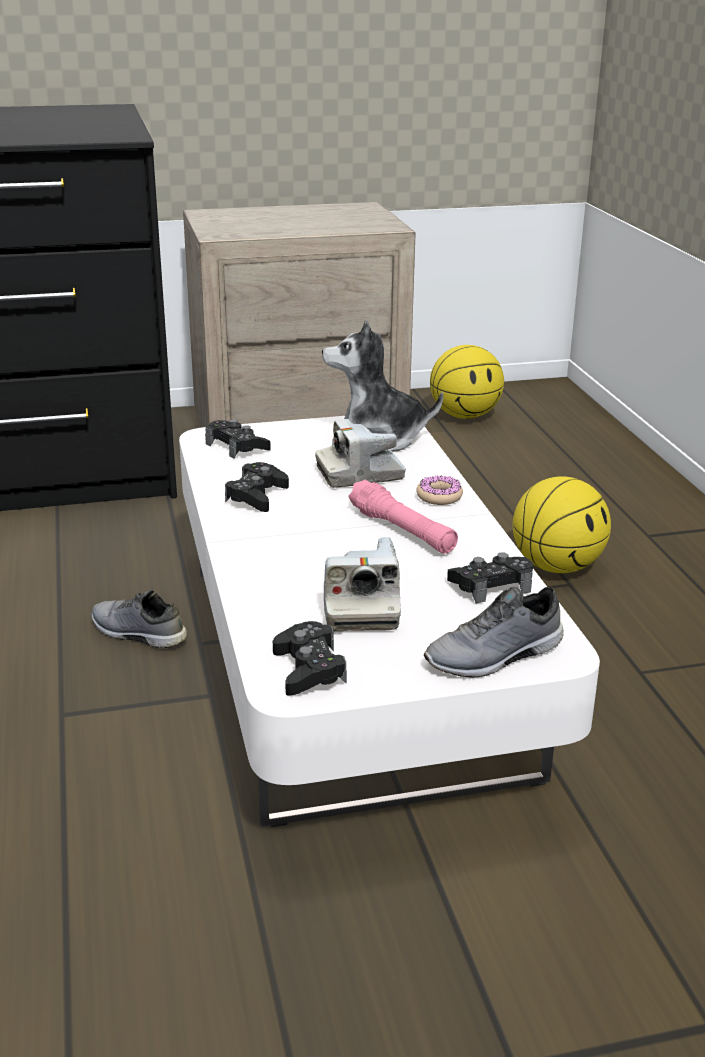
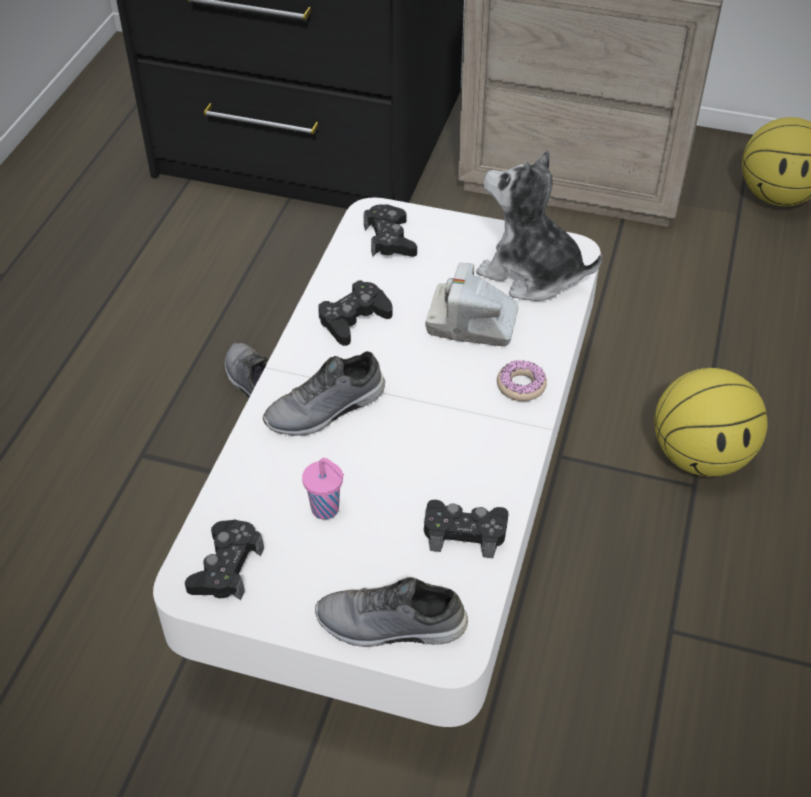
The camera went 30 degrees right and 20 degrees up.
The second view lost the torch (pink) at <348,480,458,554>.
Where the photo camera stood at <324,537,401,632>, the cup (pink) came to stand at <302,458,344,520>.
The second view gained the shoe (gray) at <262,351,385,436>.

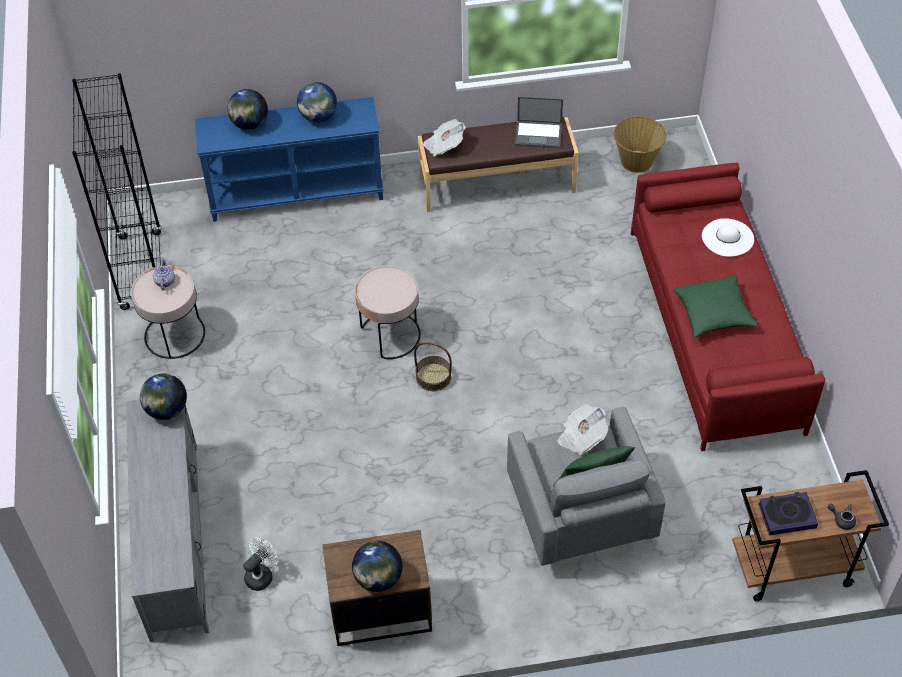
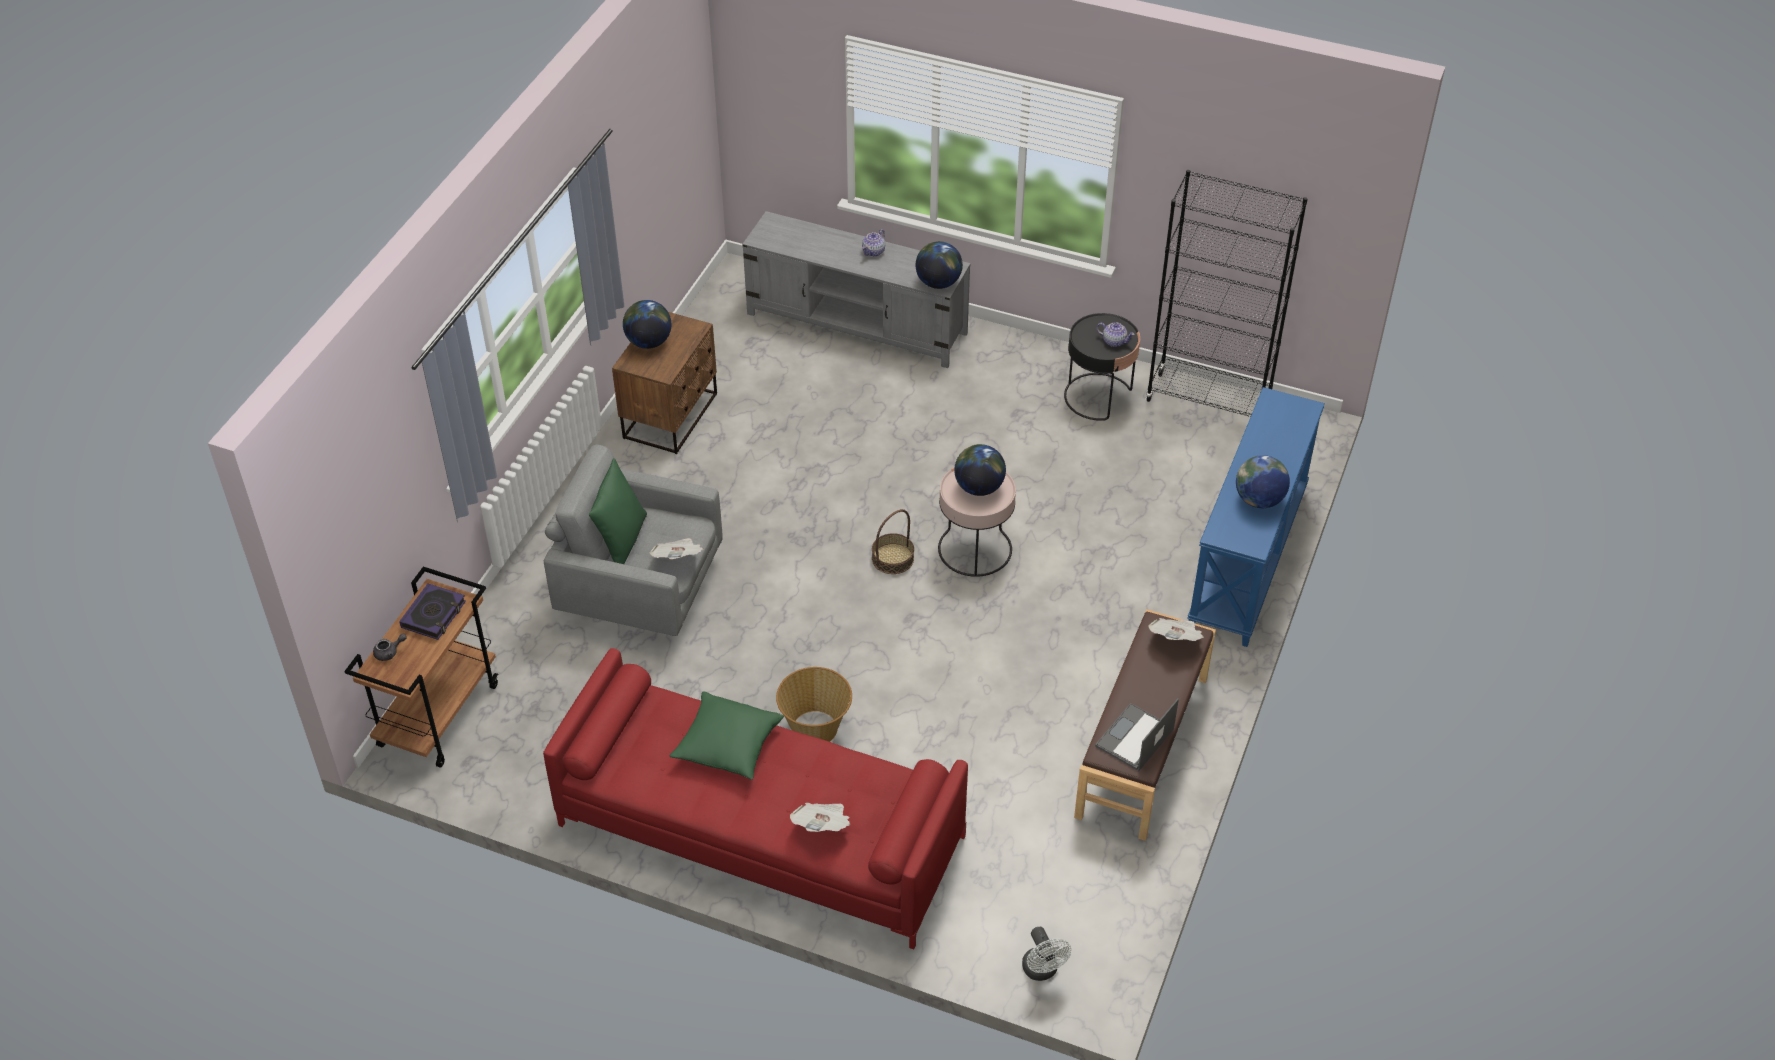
The camera went 120 degrees right and 5 degrees down.
The desk globe ended up elsewhere, having gone from <227,89,268,130> to <954,444,1006,496>.
The household basket ended up elsewhere, having gone from <613,116,666,173> to <776,667,852,742>.
Where the hat (white-coloured) stood at <702,218,754,257>, the daily paper came to stand at <790,803,850,832>.
What was the end table (pink) at <131,265,205,359> turned into the end table (black-coloured) at <1064,313,1140,421>.
The electric fan (white-coloured) ended up elsewhere, having gone from <243,537,279,591> to <1022,927,1071,981>.
The second view gained the tea pot at <862,229,885,257>.

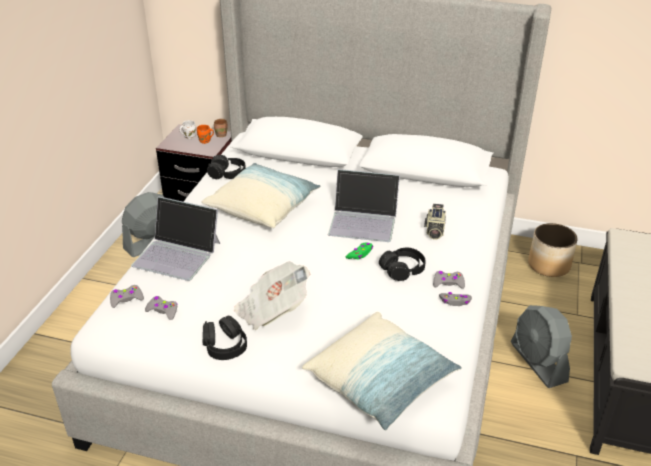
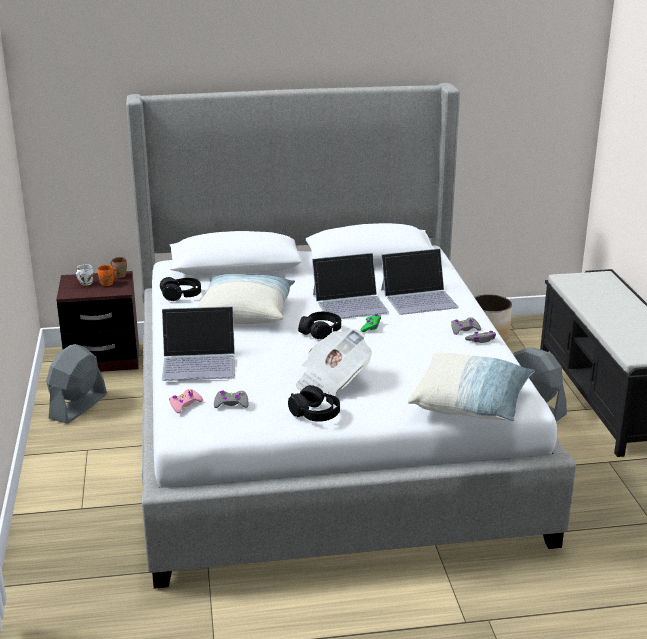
The camera went 25 degrees left and 10 degrees down.
Where the photo camera stood at <424,204,446,240>, the laptop came to stand at <381,249,459,315>.
The pair of headphones (black-coloured) ended up elsewhere, having gone from <379,248,426,281> to <298,312,341,339>.
What was the gamepad (gray) at <110,285,144,308> turned into the gamepad (pink) at <169,389,203,413>.

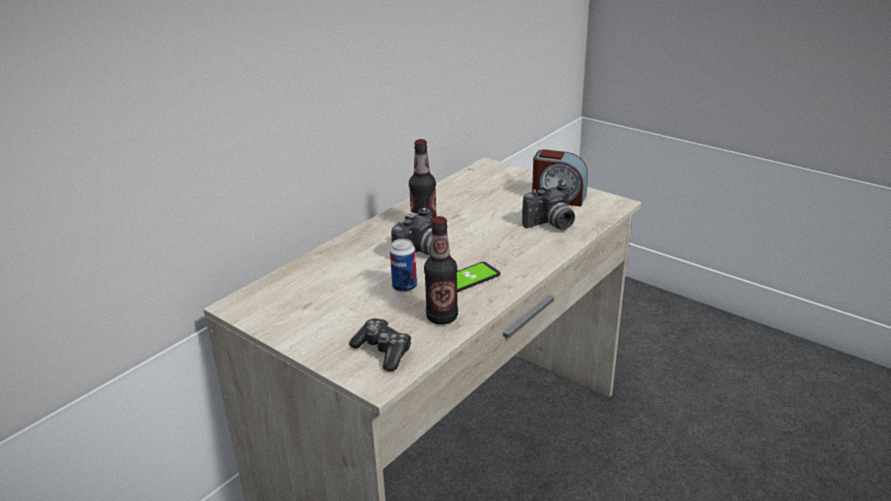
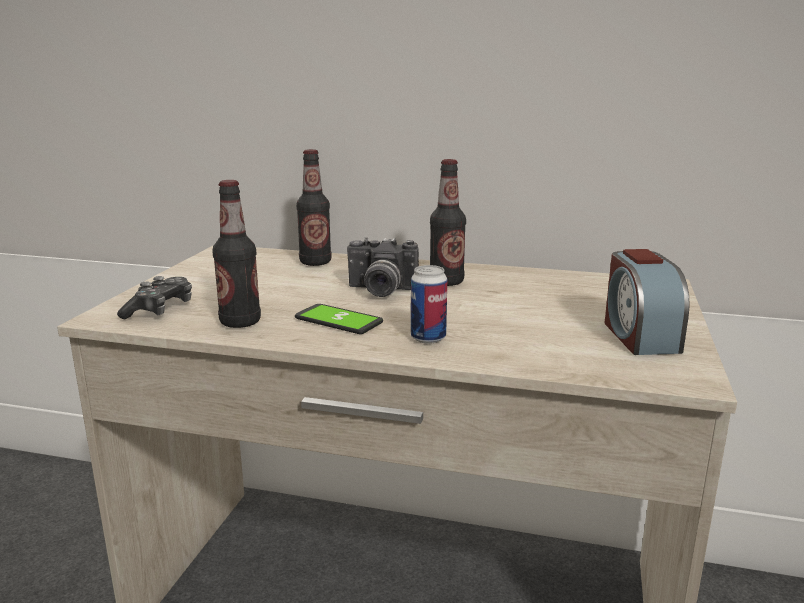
The camera went 65 degrees right and 10 degrees down.
The second view lost the photo camera at <522,183,575,229>.
The metal can ended up elsewhere, having gone from <390,239,417,292> to <411,265,447,344>.
The second view gained the bottle at <296,149,332,266>.

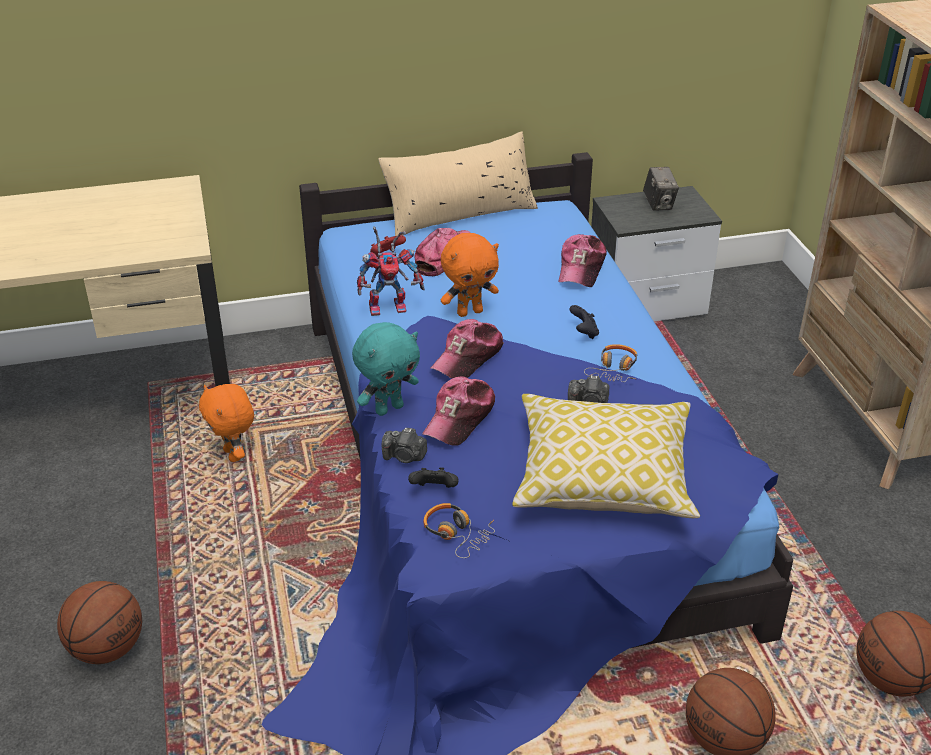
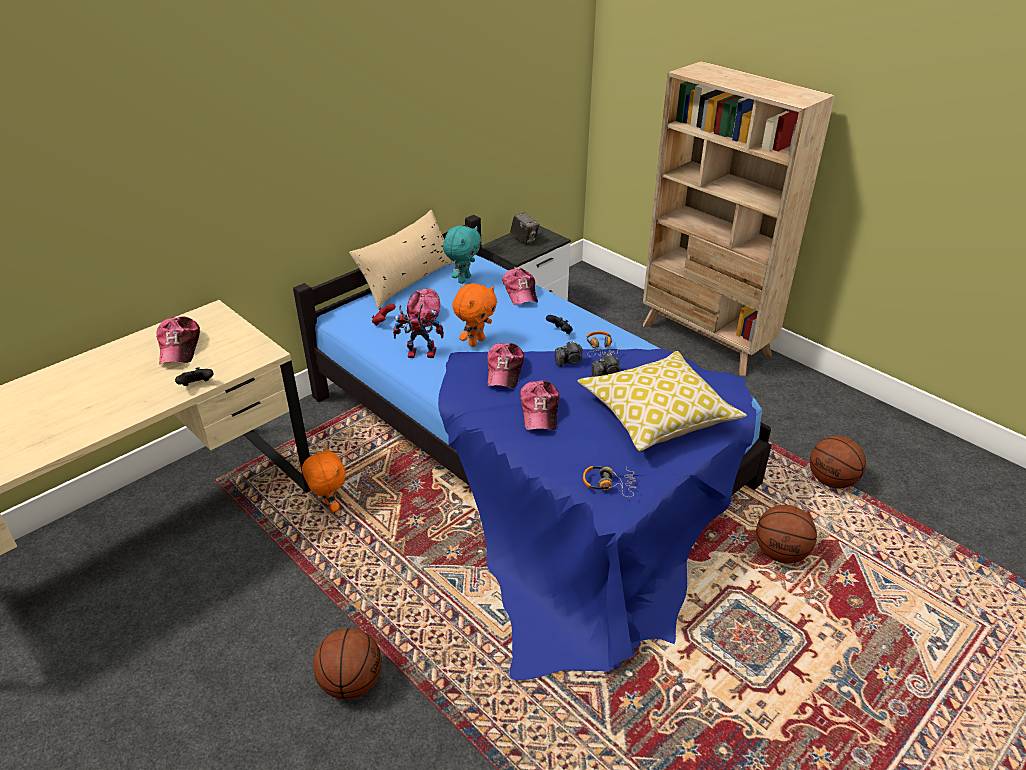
The camera went 30 degrees left and 0 degrees up.
The model robot at <357,227,425,316> ended up facing another way, 135 degrees counterclockwise from before.
The plush toy (turquoise-coloured) ended up elsewhere, having gone from <352,322,420,416> to <443,226,481,284>.
The plush toy (orange) at <199,384,254,462> ended up facing another way, 150 degrees counterclockwise from before.
The photo camera ended up elsewhere, having gone from <381,428,427,463> to <555,341,583,367>.
The gamepad (black-coloured) ended up elsewhere, having gone from <408,467,458,488> to <175,367,214,386>.
The second view gained the baseball cap at <156,317,200,365>.

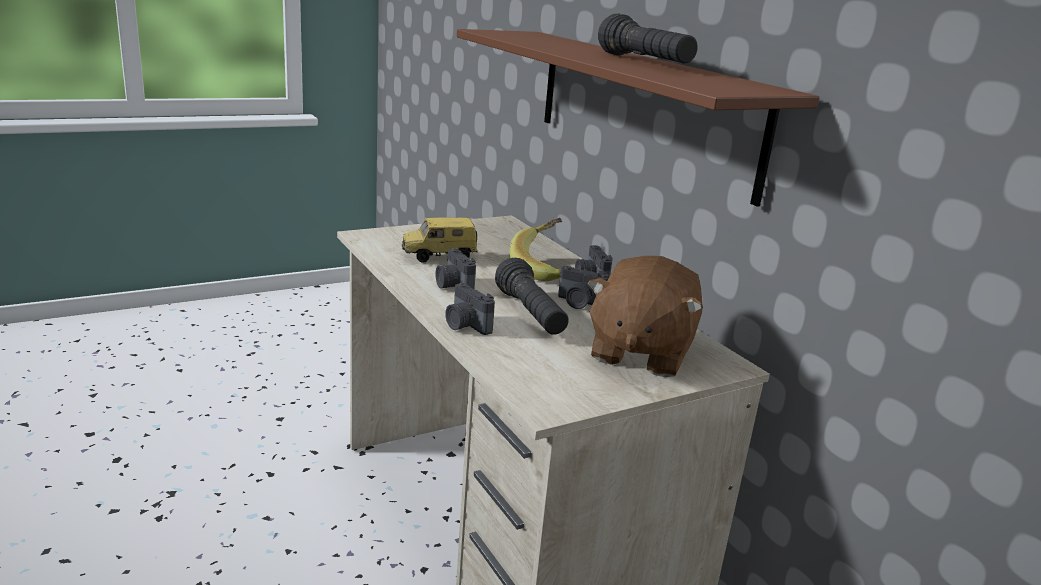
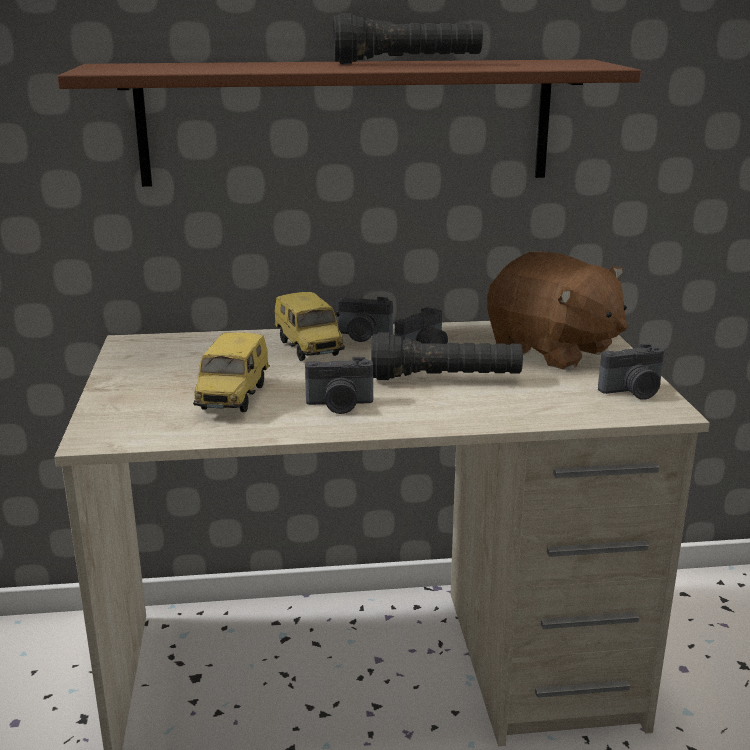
The camera went 65 degrees left and 0 degrees up.
Where the banana stood at <509,218,562,281>, the model car came to stand at <274,292,345,361>.
The photo camera ended up elsewhere, having gone from <445,283,495,335> to <598,343,664,400>.

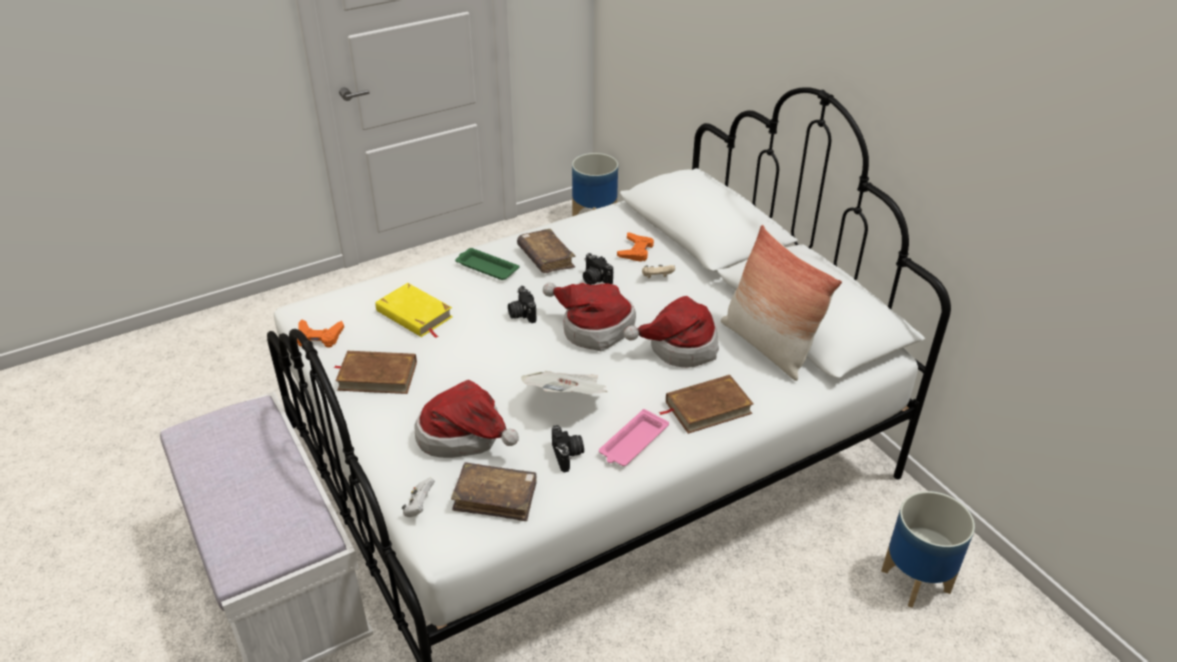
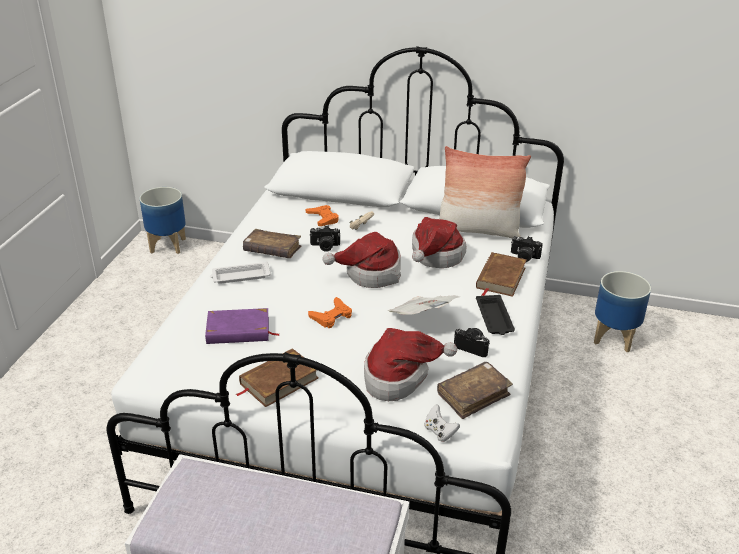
The camera went 45 degrees left and 5 degrees down.
What was the carrying tray (green-coloured) at <455,248,520,280> turned into the carrying tray (white-coloured) at <210,261,271,284>.
What was the book (yellowish) at <375,283,453,338> turned into the book (purple) at <205,308,280,344>.
The photo camera ended up elsewhere, having gone from <508,286,537,323> to <511,236,543,262>.
The gamepad (orange) ended up elsewhere, having gone from <297,320,344,348> to <308,297,352,328>.
What was the carrying tray (pink) at <599,409,669,466> turned into the carrying tray (black-coloured) at <476,295,515,335>.

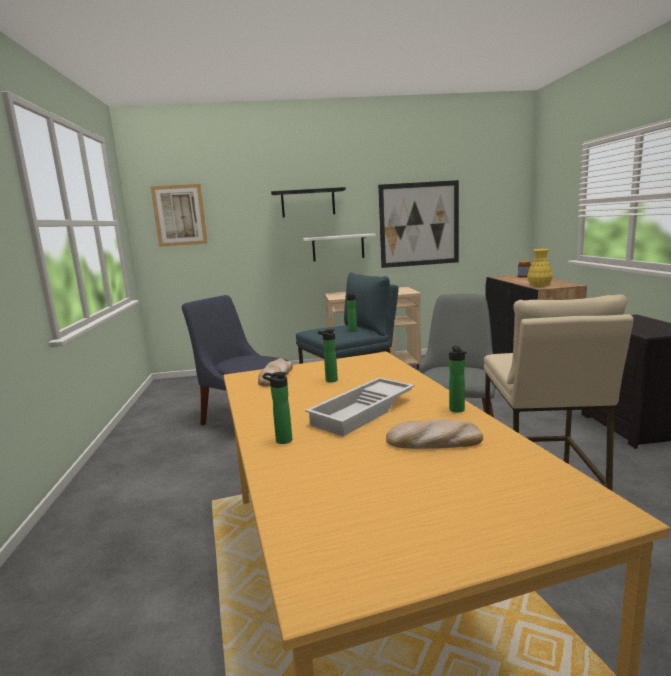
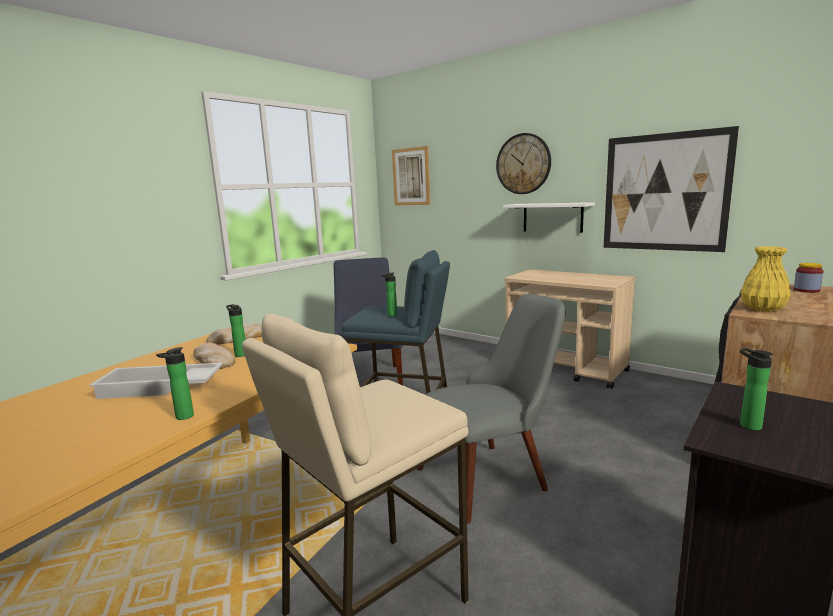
The camera went 45 degrees right and 0 degrees up.
Where the bracket shelf (black-coloured) hung at <271,187,346,217>, the hanging clock came to hang at <496,133,551,194>.
The bottle ended up elsewhere, having gone from <262,372,292,444> to <740,348,773,430>.
The bakery bread ended up elsewhere, having gone from <386,419,483,449> to <193,342,235,369>.

